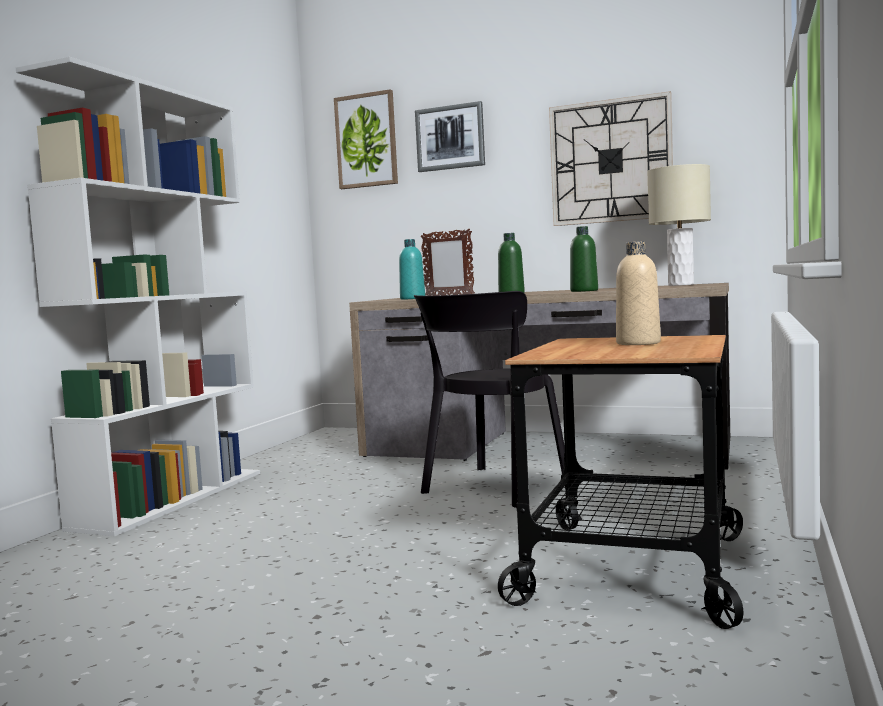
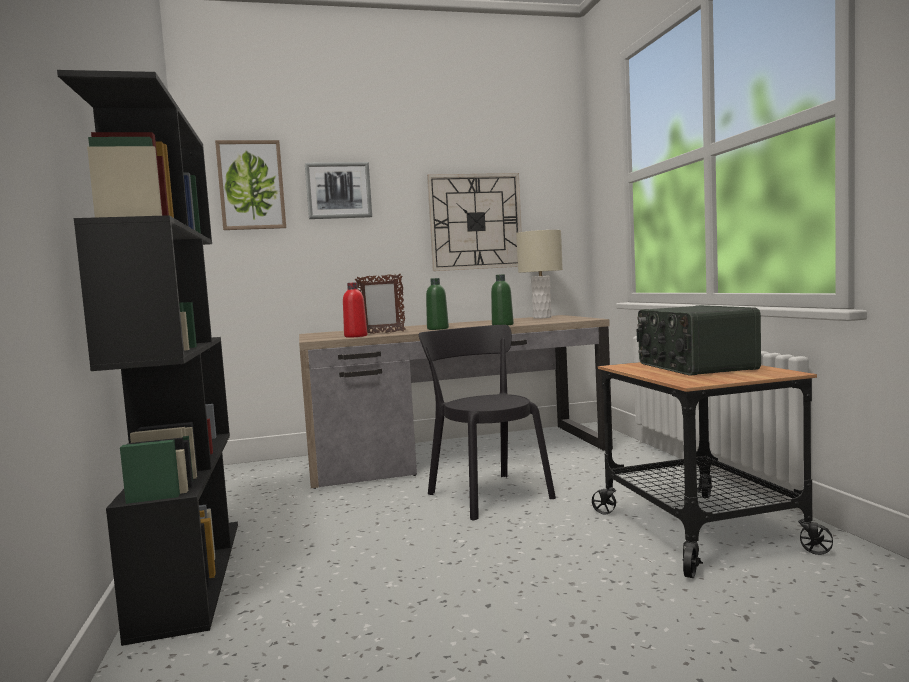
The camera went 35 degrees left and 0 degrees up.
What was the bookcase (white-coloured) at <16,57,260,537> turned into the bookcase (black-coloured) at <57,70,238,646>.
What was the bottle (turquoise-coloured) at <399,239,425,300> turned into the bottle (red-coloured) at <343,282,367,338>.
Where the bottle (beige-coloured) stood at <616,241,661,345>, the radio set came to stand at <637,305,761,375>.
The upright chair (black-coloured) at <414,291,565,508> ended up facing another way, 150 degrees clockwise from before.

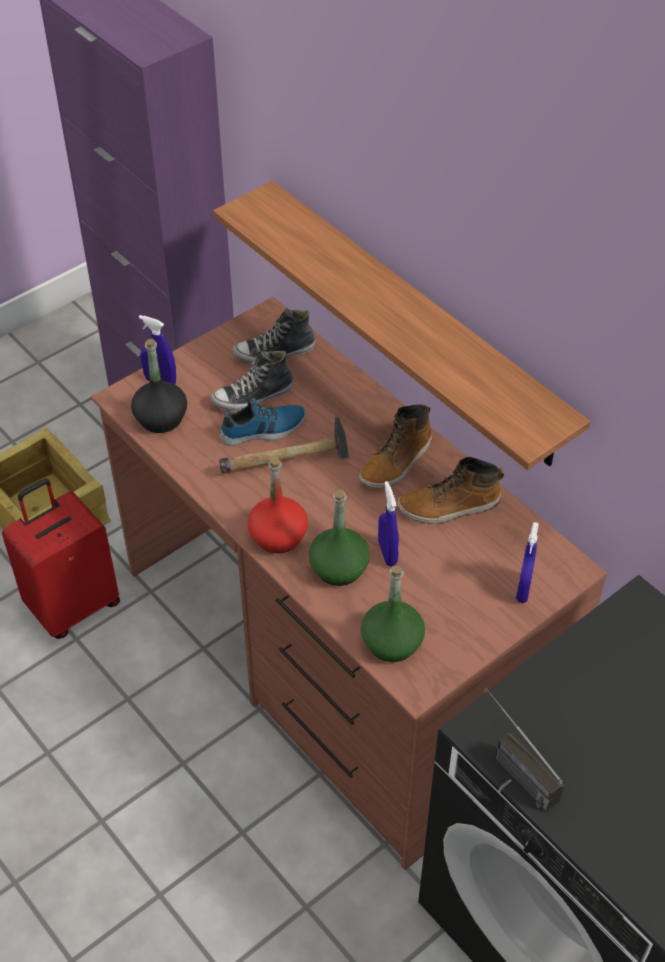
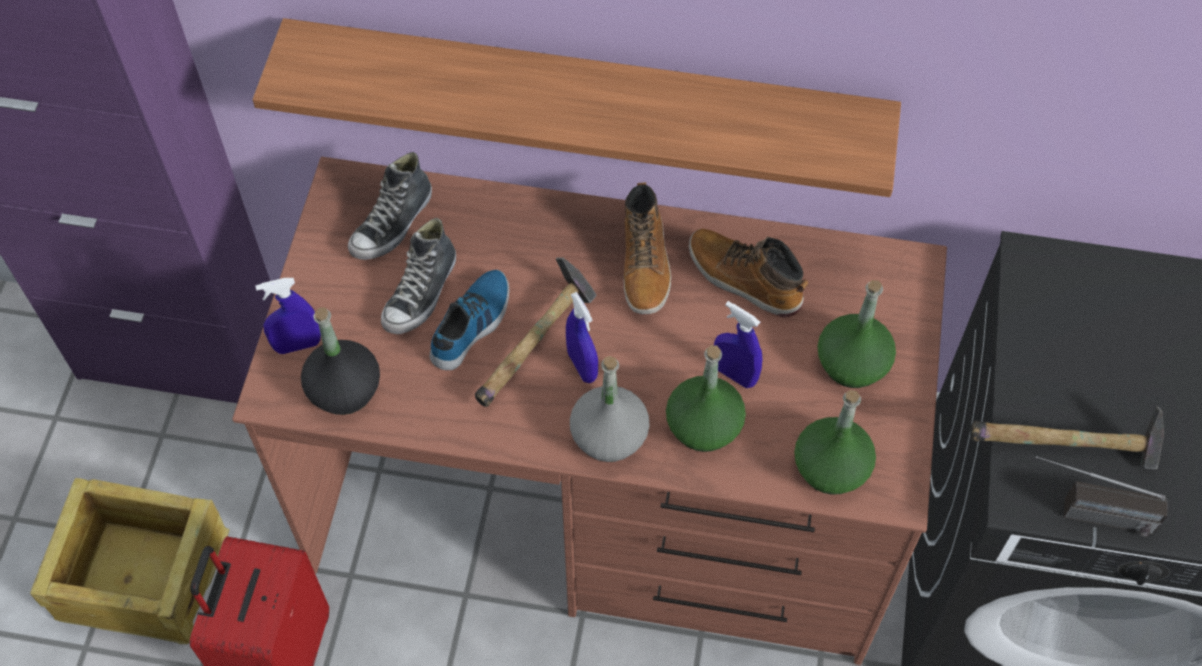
The camera went 40 degrees left and 10 degrees up.
What was the bottle (red-coloured) at <248,457,308,553> turned into the bottle (gray) at <570,356,650,462>.
The high-top boot at <398,457,504,524> ended up facing another way, 90 degrees clockwise from before.
The spray bottle (blue-coloured) ended up elsewhere, having gone from <516,522,539,603> to <566,292,598,383>.
The second view gained the bottle (green-coloured) at <817,280,896,388>.
The second view gained the tool hammer at <970,407,1164,469>.

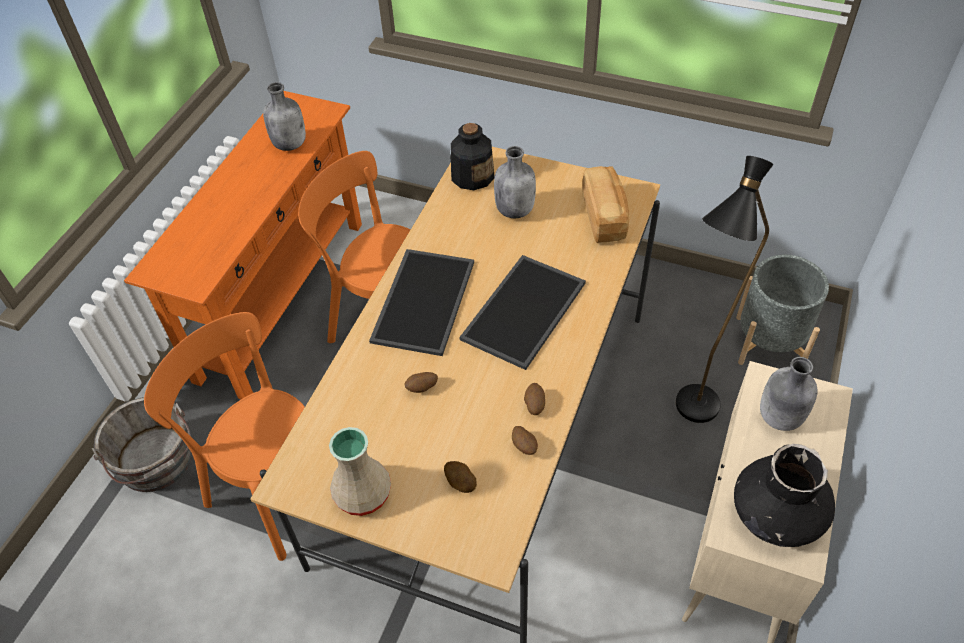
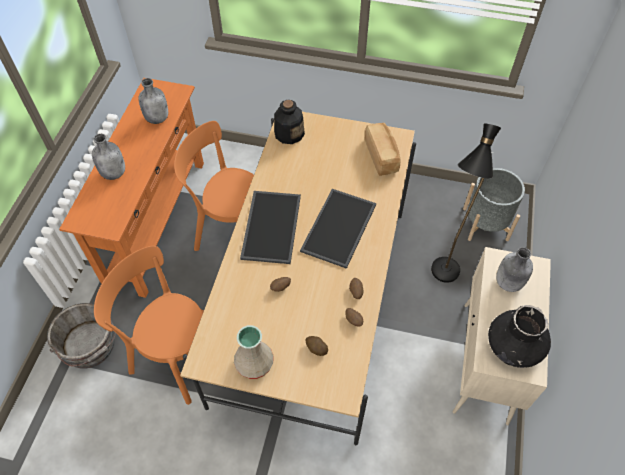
The camera went 10 degrees left and 5 degrees up.
The bottle (gray) ended up elsewhere, having gone from <494,146,536,218> to <92,134,125,180>.

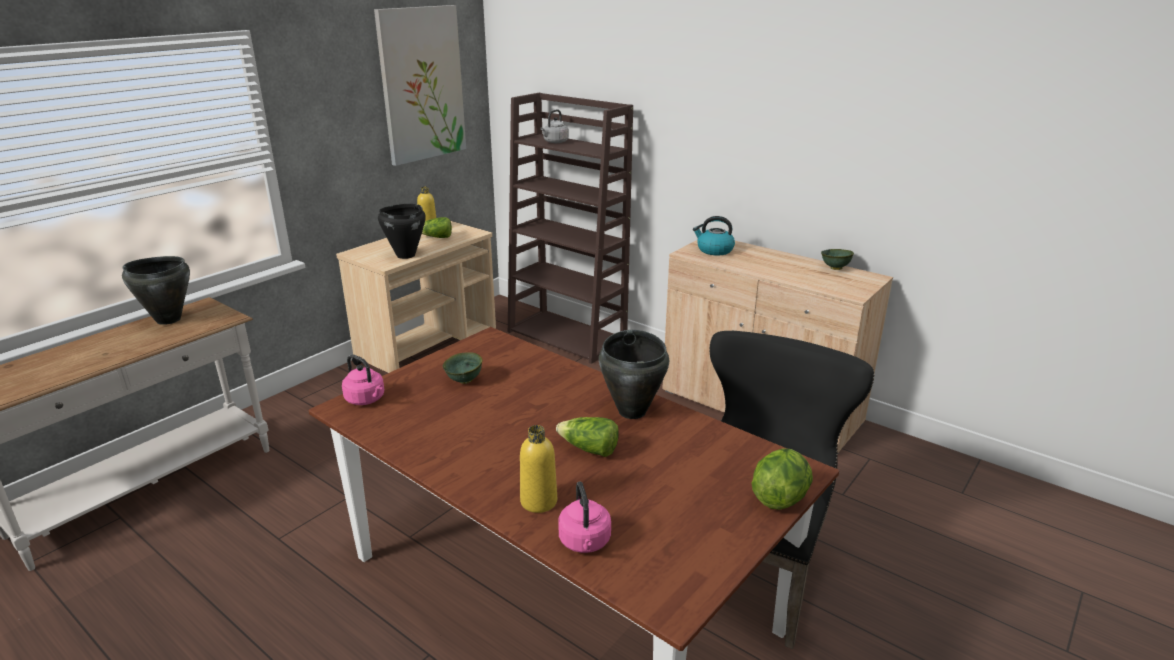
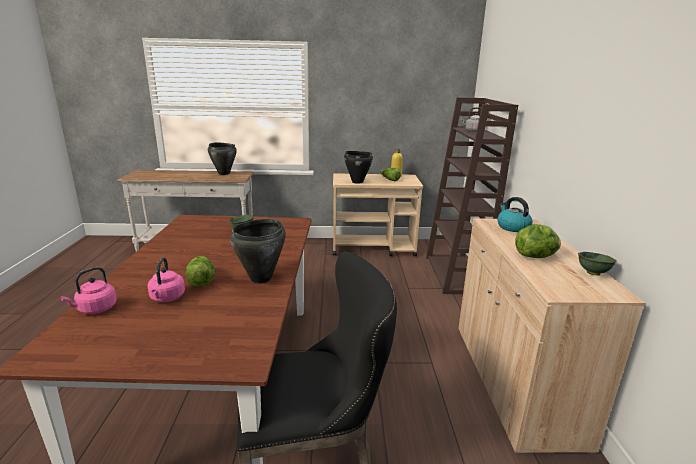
The camera went 50 degrees right and 5 degrees down.
The second view lost the wall art at <374,5,466,166>.
The water kettle (pink) ended up elsewhere, having gone from <342,355,384,405> to <147,257,185,302>.
The second view lost the bottle (yellowish) at <520,425,557,513>.
The lettuce ended up elsewhere, having gone from <752,448,813,510> to <515,224,561,258>.

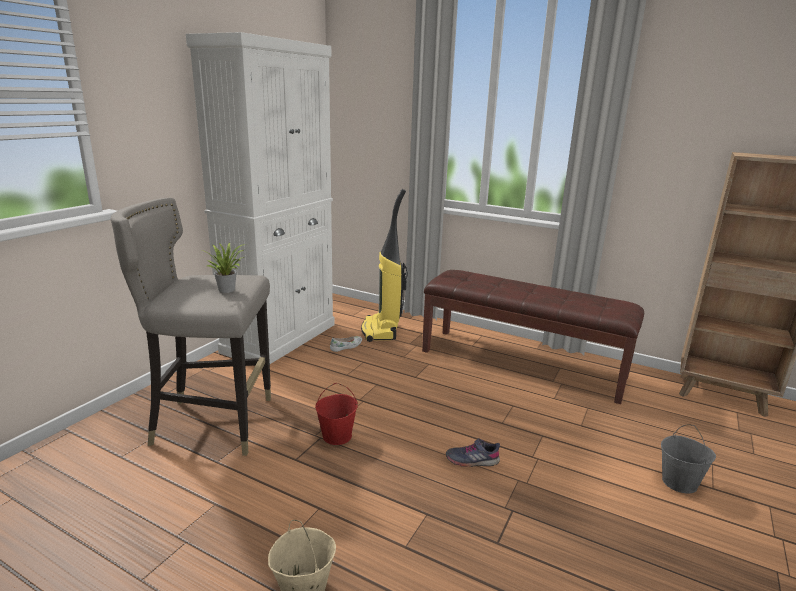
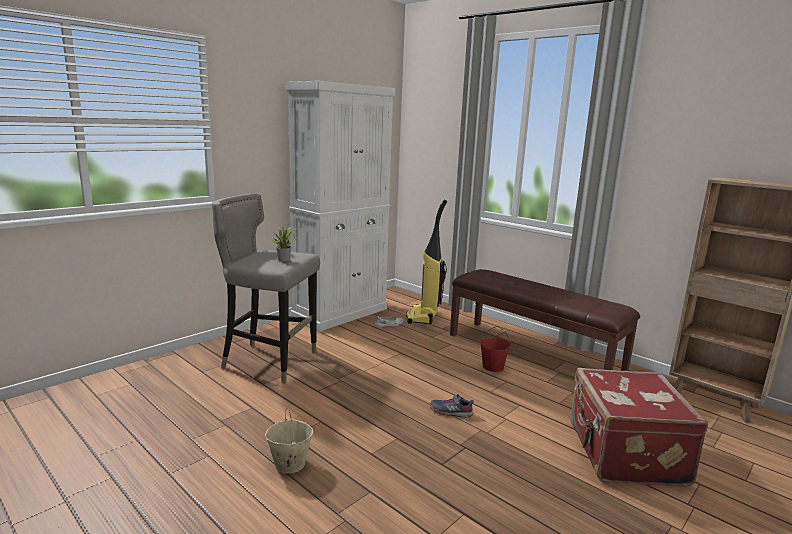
The camera went 15 degrees right and 5 degrees down.
The pail (red-coloured) ended up elsewhere, having gone from <315,383,358,445> to <480,326,511,372>.
Where the pail (gray) stood at <661,424,716,493>, the suitcase (red-coloured) came to stand at <570,368,708,487>.

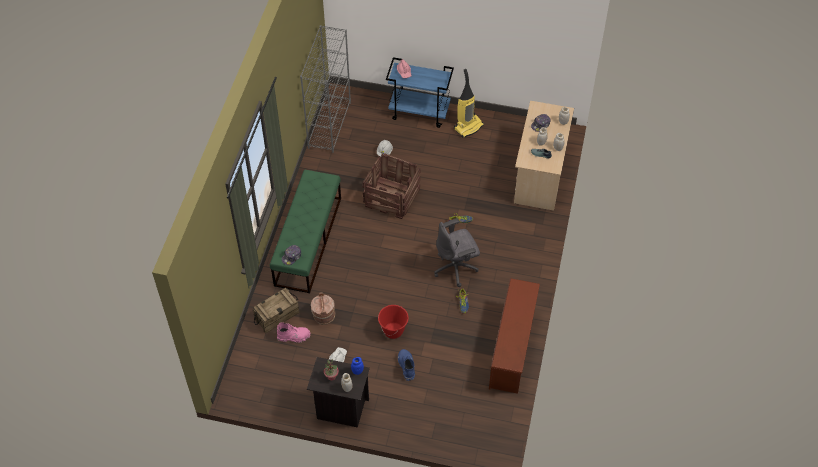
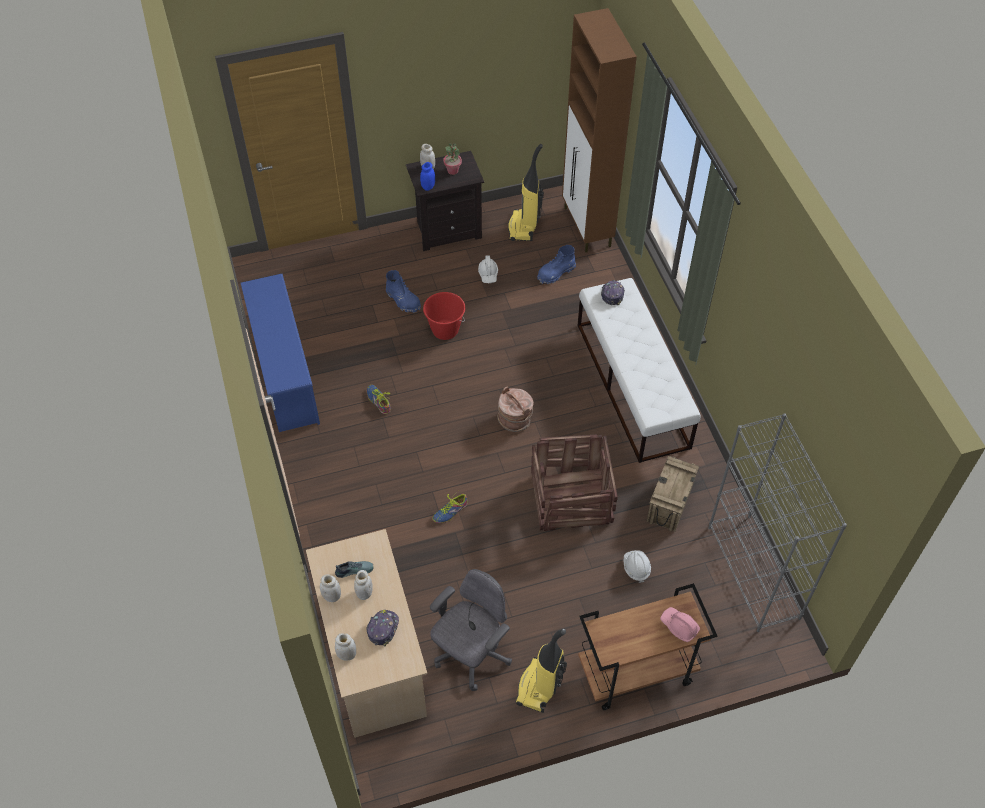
The camera went 150 degrees right and 0 degrees up.
What was the wheeled cart (blue-coloured) at <386,57,454,128> turned into the wheeled cart (brownish) at <578,583,717,710>.
What was the bench (green-coloured) at <270,170,341,293> turned into the bench (white-coloured) at <577,278,701,463>.
The desk chair (gray) ended up elsewhere, having gone from <434,219,480,287> to <430,569,512,691>.
What was the shoe shelf (brownish) at <489,278,540,394> turned into the shoe shelf (blue-coloured) at <241,274,320,432>.
The packing crate ended up elsewhere, having gone from <253,288,299,333> to <646,456,699,532>.
The pail (brownish) ended up elsewhere, having gone from <311,292,336,325> to <497,386,534,432>.
What was the high-top boot (pink) at <277,322,310,343> turned into the high-top boot (blue-coloured) at <537,245,576,284>.
The second view gained the cabinet (brownish) at <562,8,637,253>.
The second view gained the hoover at <508,144,544,241>.

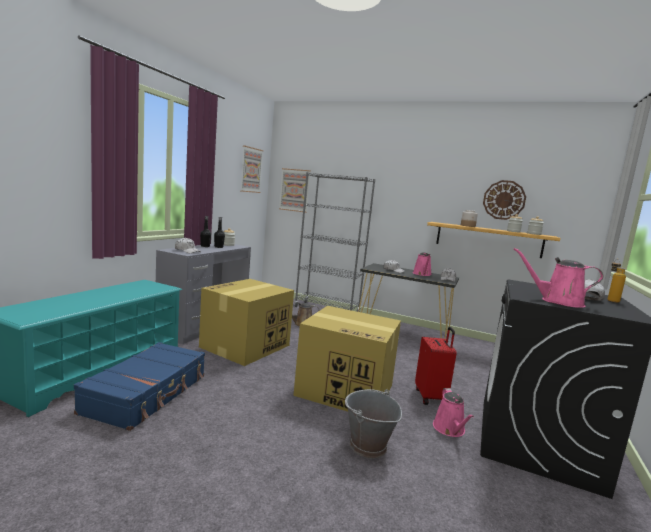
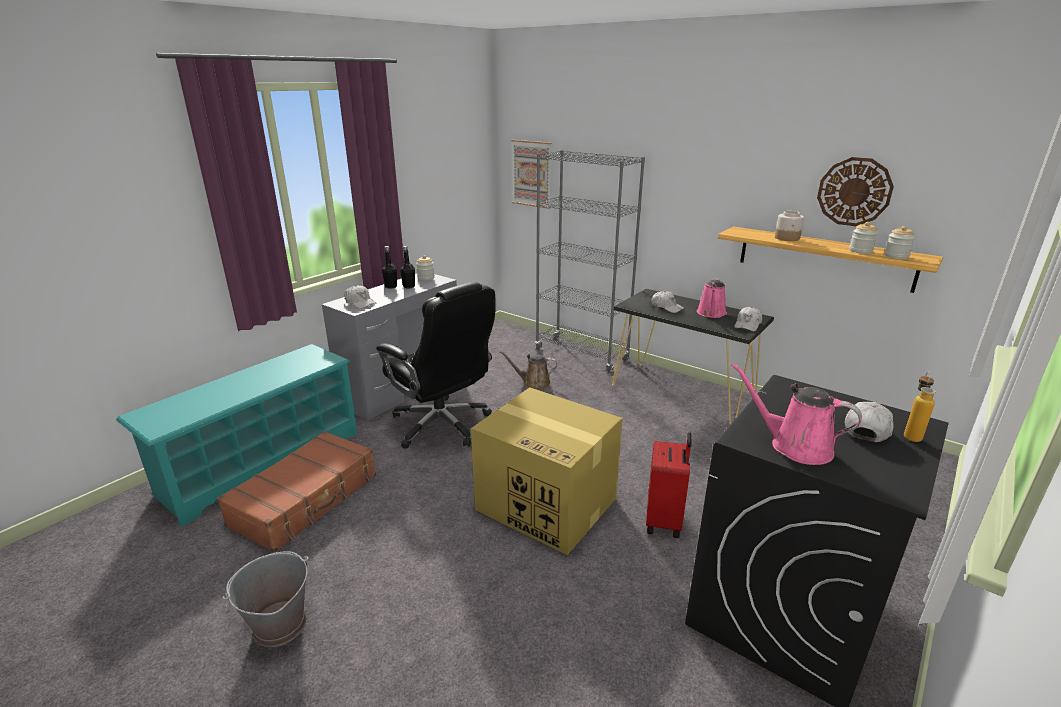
The camera went 15 degrees right and 15 degrees up.
The second view lost the wall art at <240,145,264,193>.
Where the cardboard box stood at <199,279,294,366>, the desk chair (black-coloured) came to stand at <376,282,496,449>.
What was the suitcase (blue-coloured) at <74,342,205,431> turned into the suitcase (brownish) at <217,431,376,553>.
The second view lost the watering pot (pink) at <433,388,474,437>.
The pail (gray) ended up elsewhere, having gone from <345,389,402,459> to <223,551,309,647>.

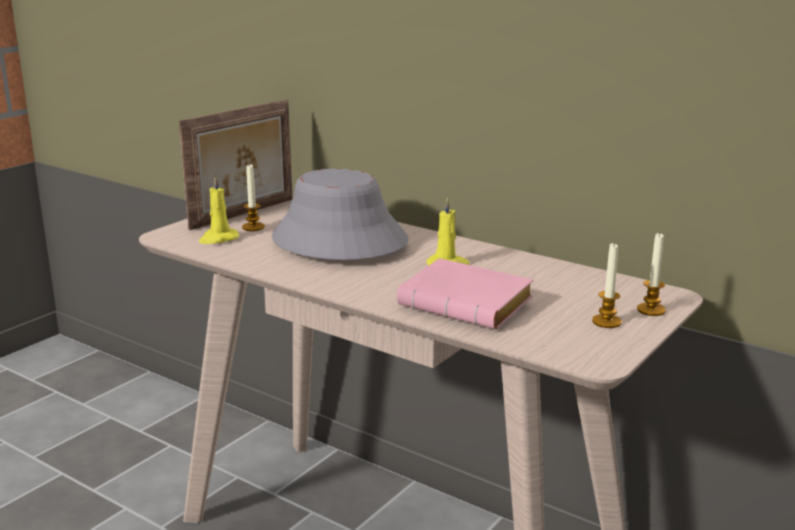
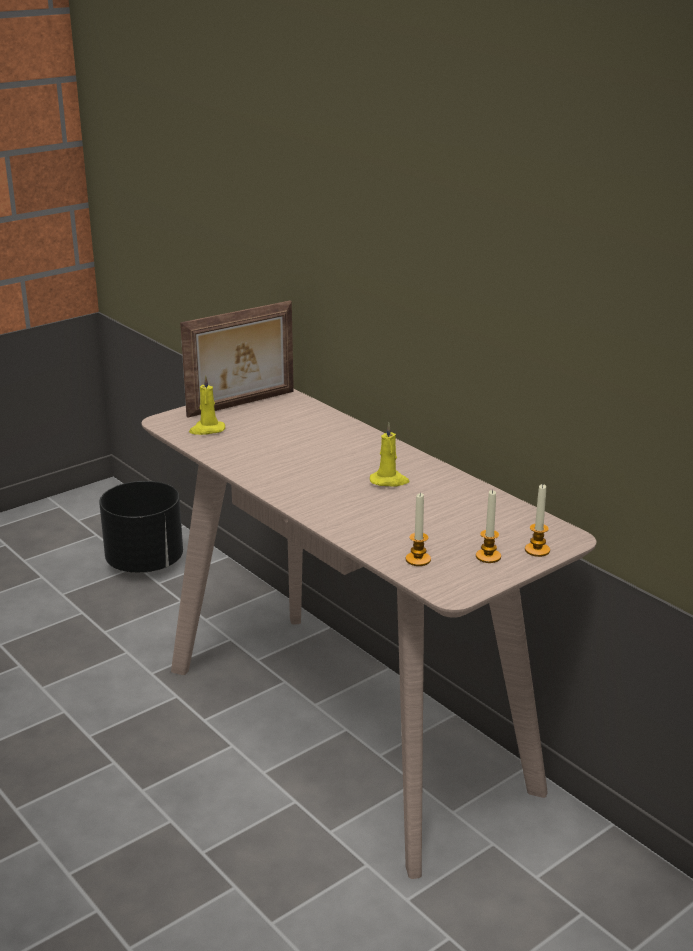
The camera went 15 degrees right and 5 degrees up.
The wax light ended up elsewhere, having gone from <242,163,265,231> to <406,493,431,566>.
The second view lost the hat (gray) at <272,169,409,260>.
The second view lost the book (pink) at <397,258,534,329>.
The second view gained the planter (black-coloured) at <99,481,183,573>.

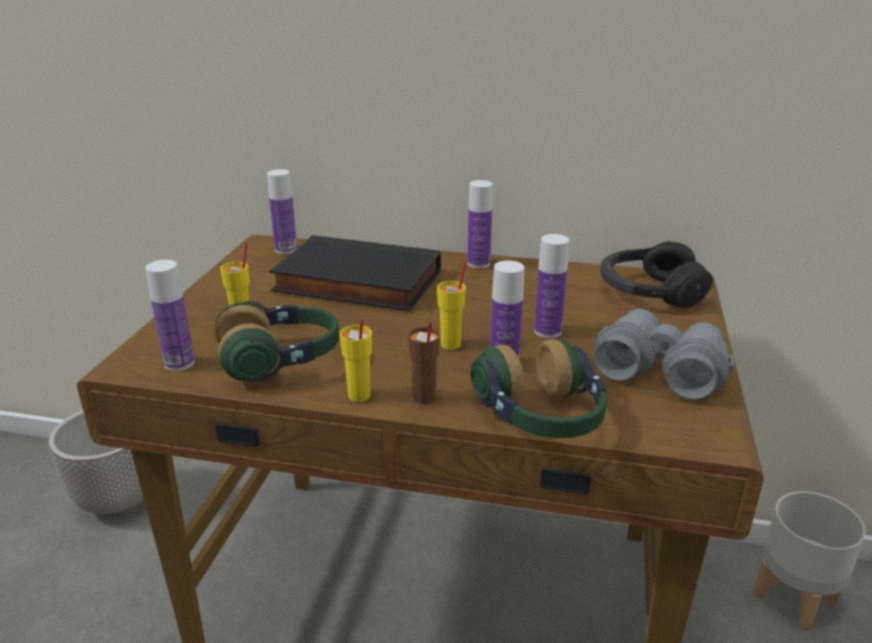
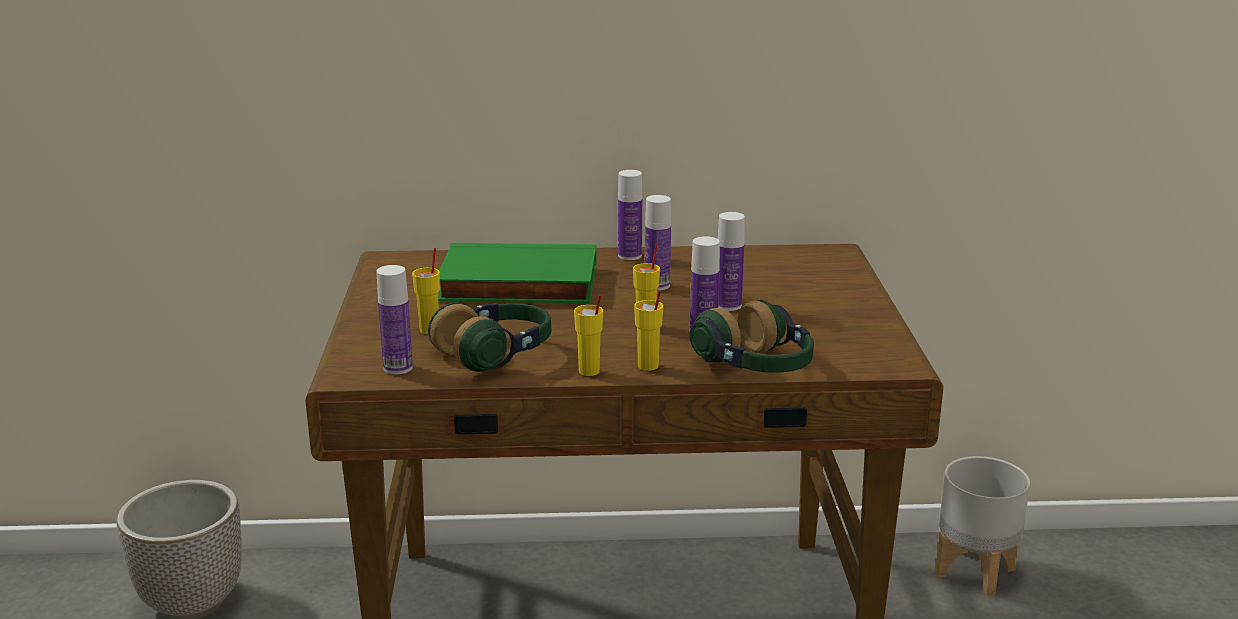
The camera went 15 degrees left and 5 degrees down.
The bottle ended up elsewhere, having gone from <267,169,297,254> to <645,195,671,291>.
What was the book (black-coloured) at <269,235,441,311> turned into the book (green-coloured) at <438,243,596,303>.
The second view lost the pair of headphones (black-coloured) at <600,241,713,309>.
The second view lost the field glasses (gray) at <593,309,734,400>.
What was the cup (brownish) at <408,321,440,404> turned into the cup (yellowish) at <634,290,663,371>.

